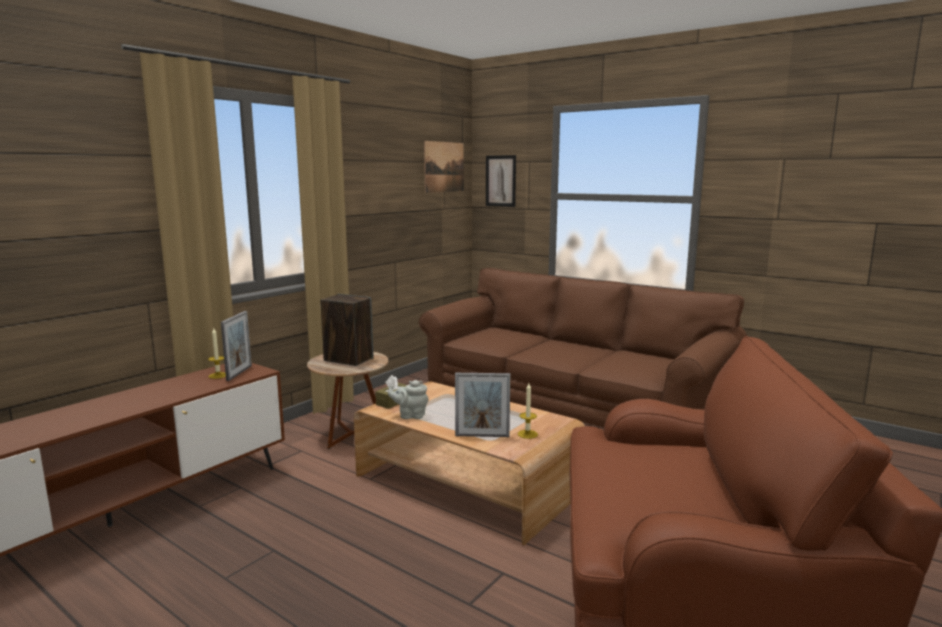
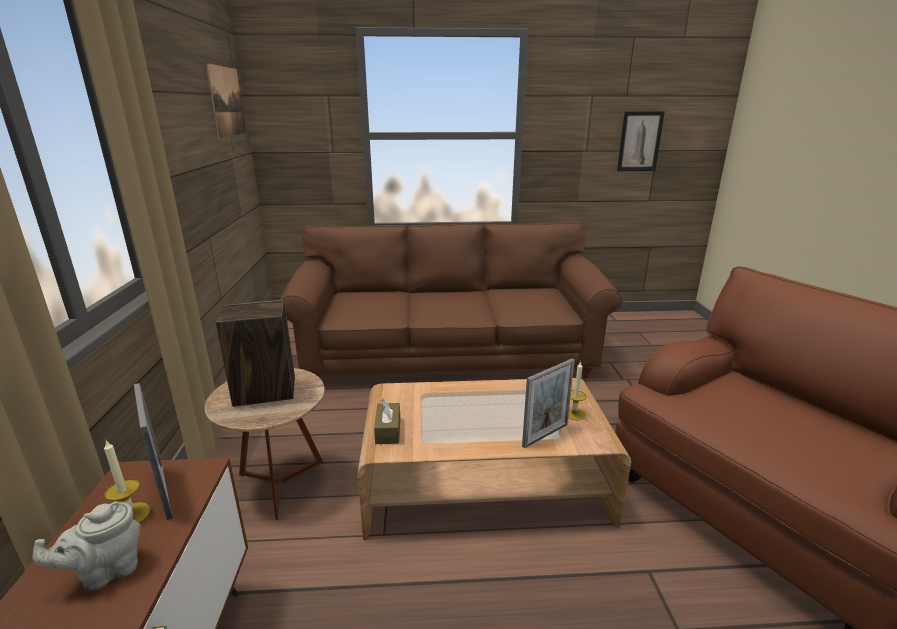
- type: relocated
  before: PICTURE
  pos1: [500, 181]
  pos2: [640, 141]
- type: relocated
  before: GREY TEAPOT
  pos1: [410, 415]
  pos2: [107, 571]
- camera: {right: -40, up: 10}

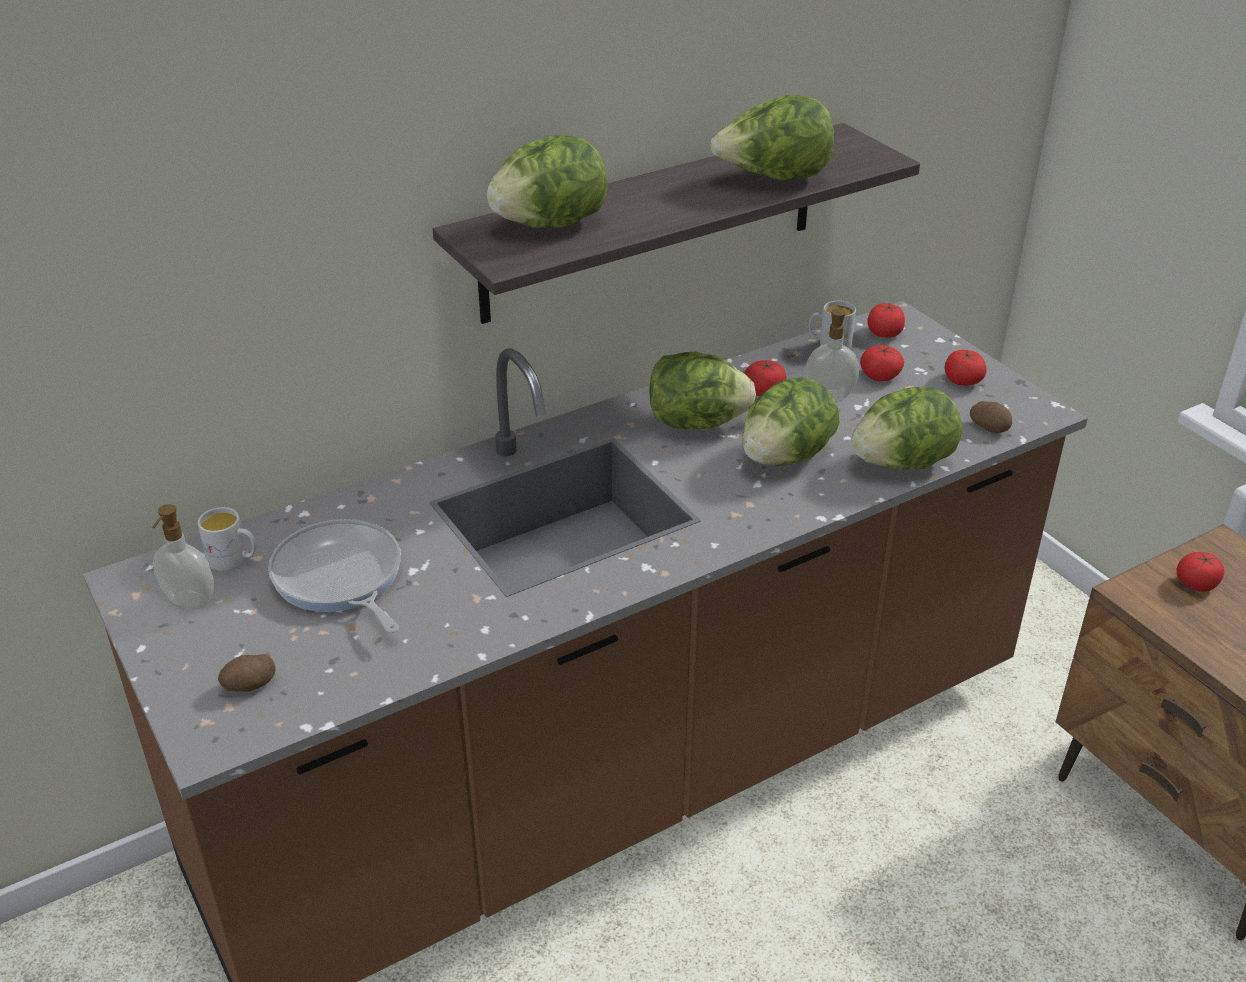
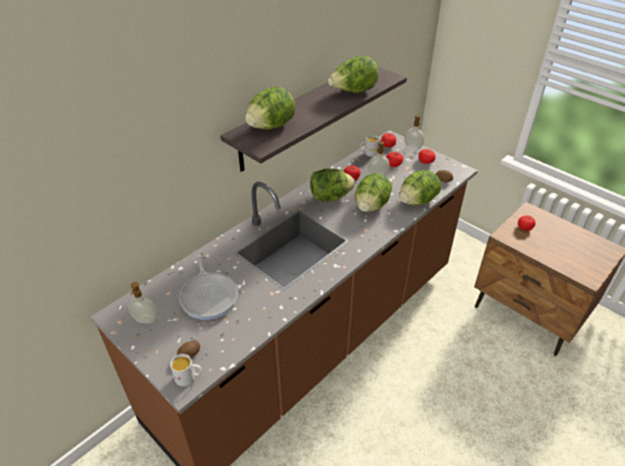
- type: relocated
  before: WHITE MUG
  pos1: [234, 560]
  pos2: [189, 377]
- type: spun
  before: FRYING PAN
  pos1: [340, 579]
  pos2: [209, 296]
  turn: -150
- type: appeared
  after: SOAP DISPENSER
  pos2: [412, 148]
- camera: {right: -15, up: 5}

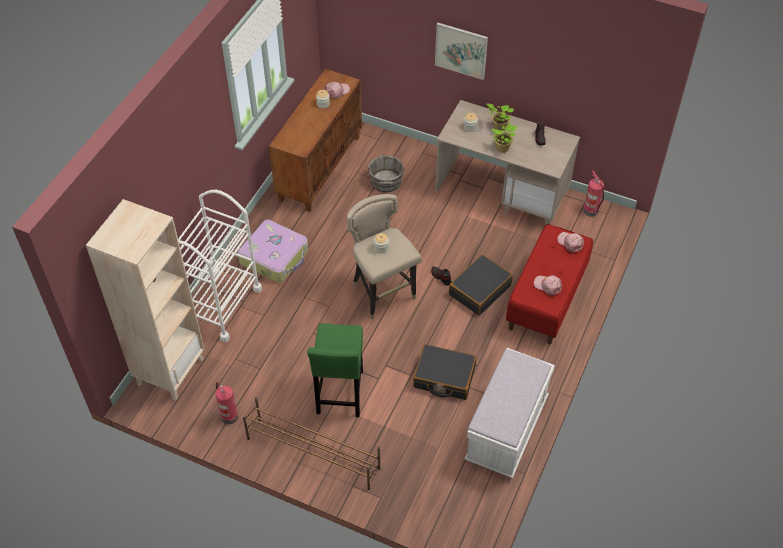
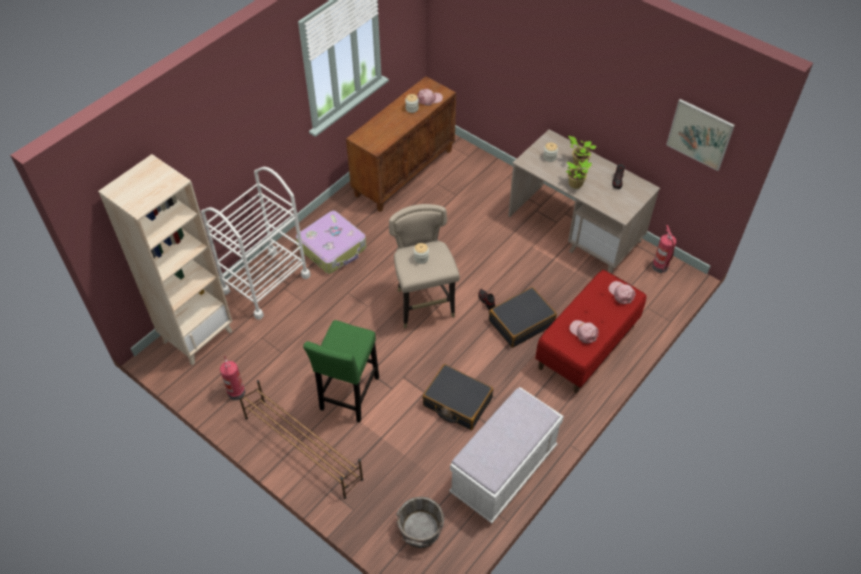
- type: relocated
  before: PICTURE
  pos1: [461, 50]
  pos2: [700, 134]
- type: relocated
  before: GREY BUCKET
  pos1: [386, 182]
  pos2: [420, 531]
- camera: {right: 15, up: 0}

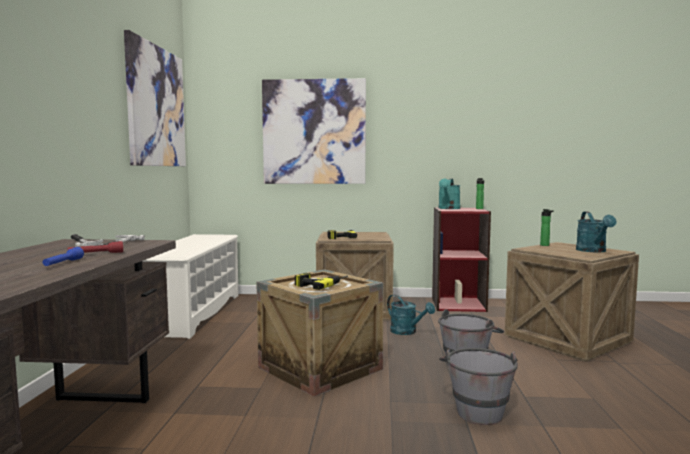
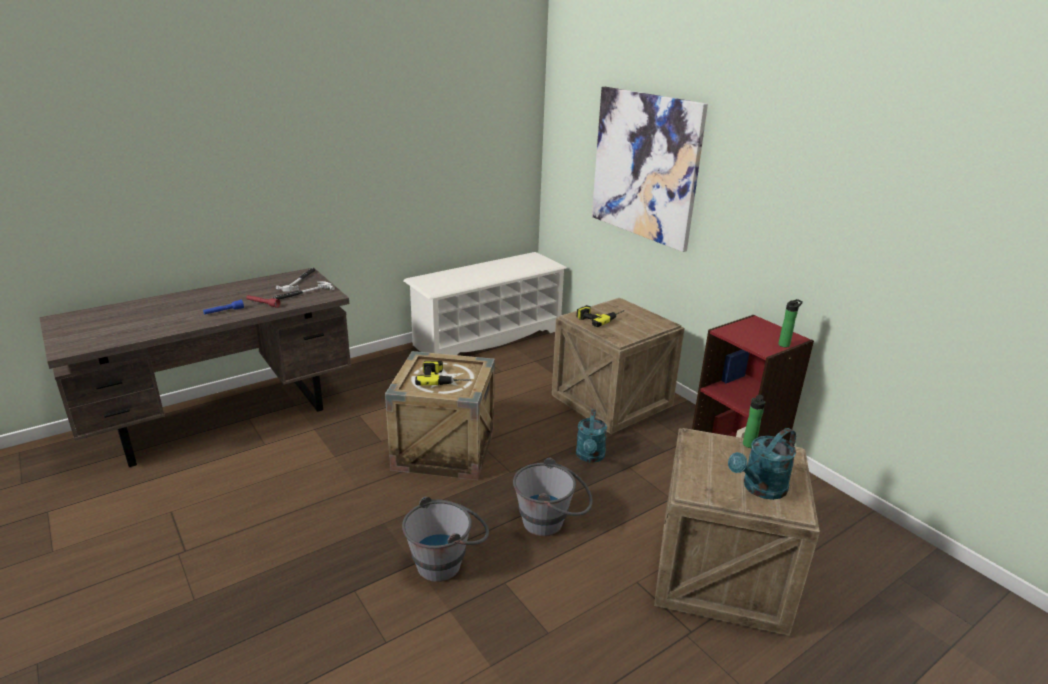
- type: missing
  before: PICTURE
  pos1: [156, 106]
- type: missing
  before: TURQUOISE WATERING CAN
  pos1: [448, 208]
- camera: {right: 50, up: 20}

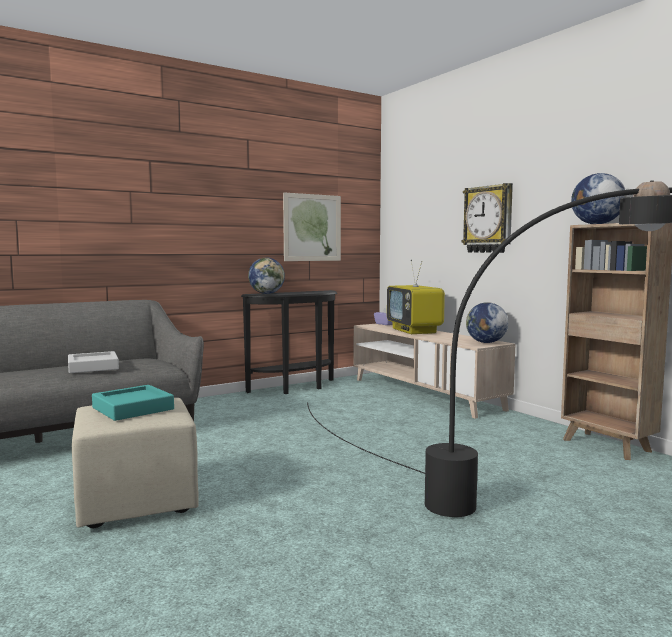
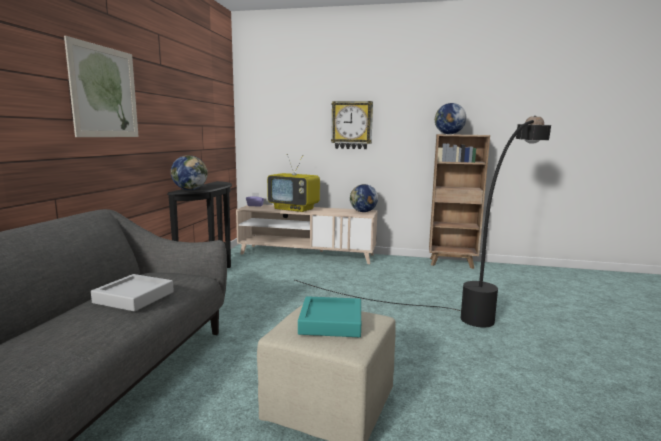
- type: relocated
  before: PICTURE
  pos1: [312, 227]
  pos2: [104, 92]
- camera: {right: -45, up: 5}

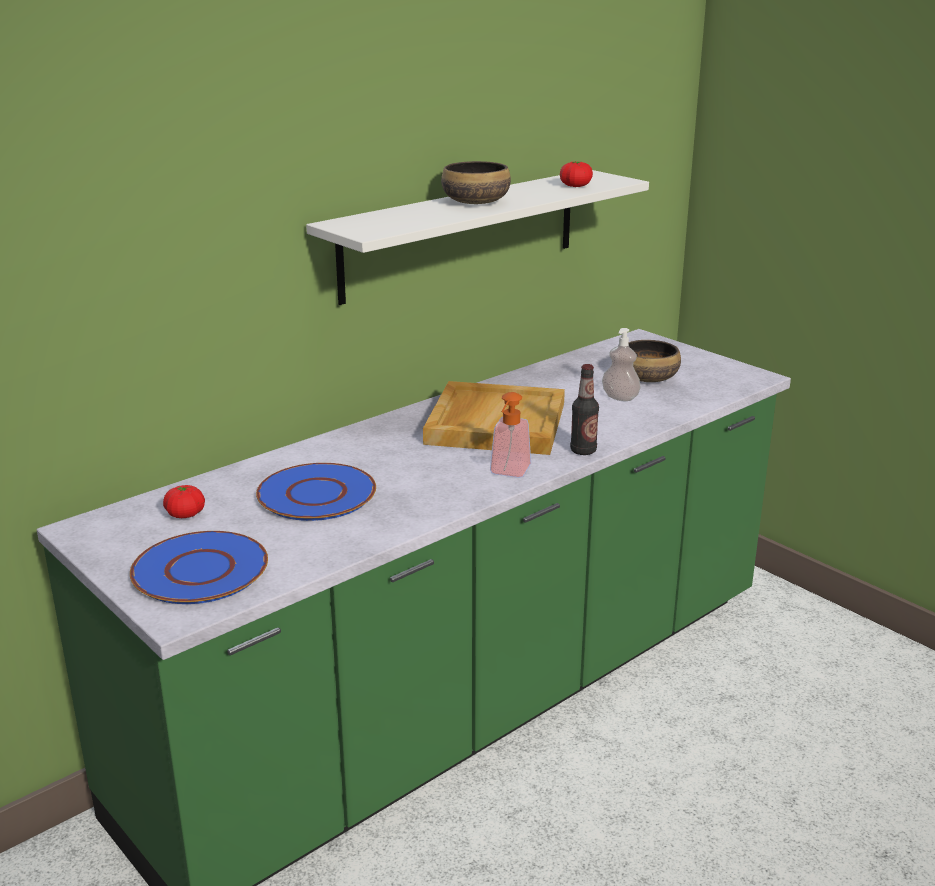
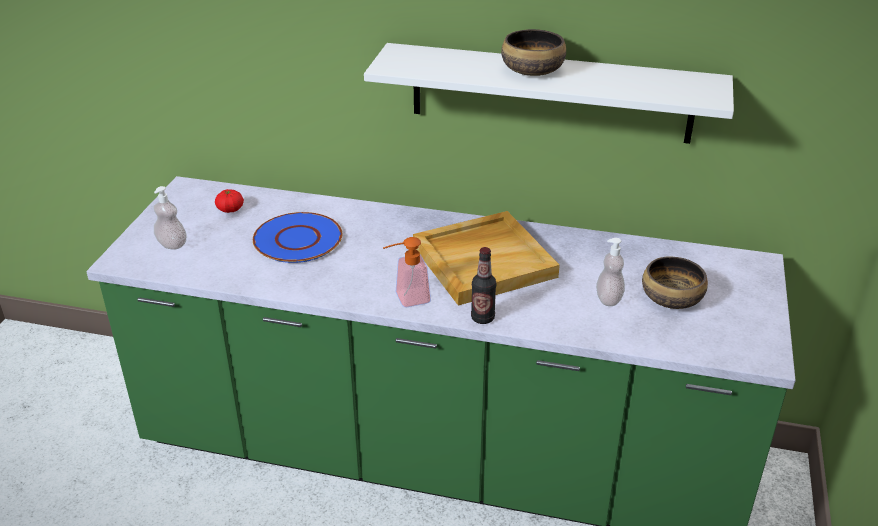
- type: missing
  before: TOMATO
  pos1: [575, 186]
- type: exchanged
  before: BLUE PLATE
  after: SOAP DISPENSER
  pos1: [200, 569]
  pos2: [172, 244]
- camera: {right: 55, up: 10}

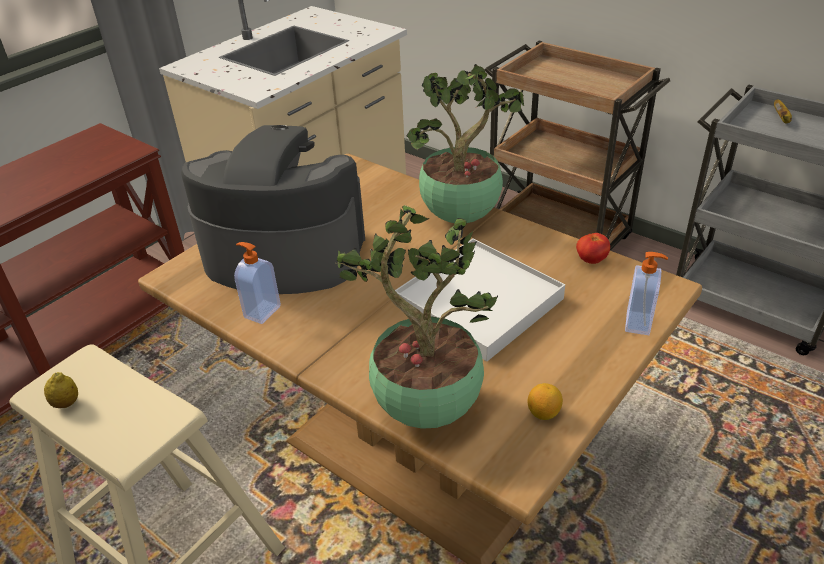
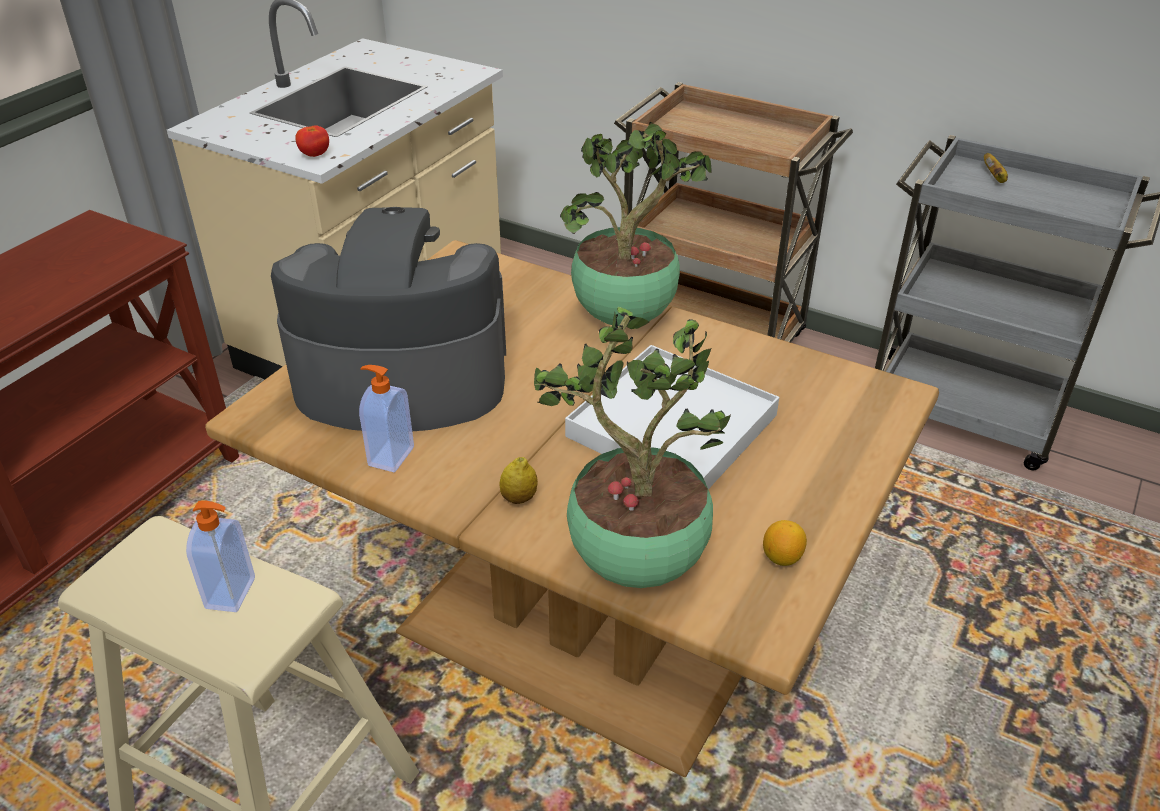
- type: relocated
  before: TOMATO
  pos1: [591, 260]
  pos2: [314, 155]
- type: relocated
  before: SOAP DISPENSER
  pos1: [639, 323]
  pos2: [232, 593]
- type: relocated
  before: LEMON
  pos1: [66, 403]
  pos2: [519, 498]
- camera: {right: -10, up: 0}

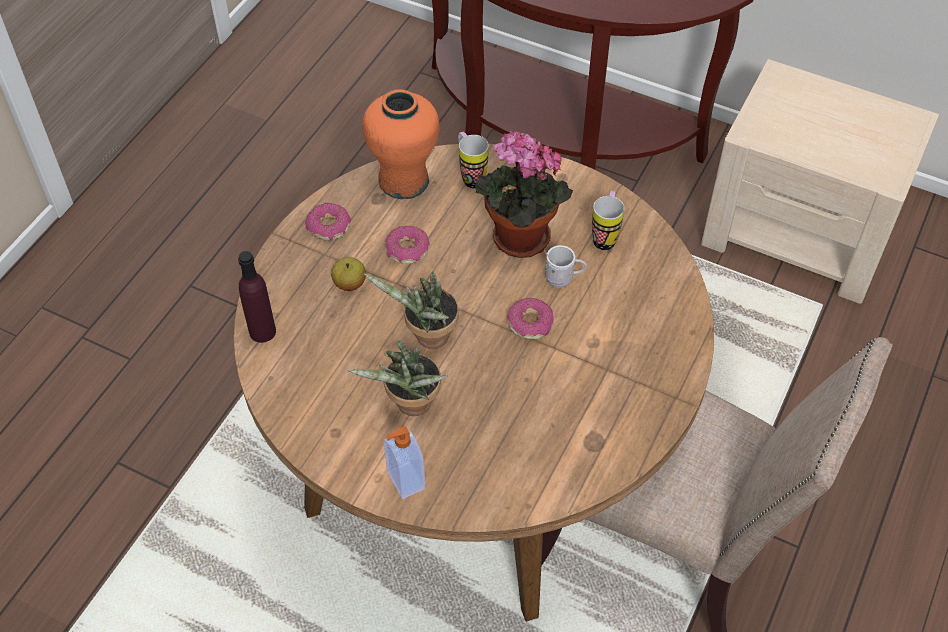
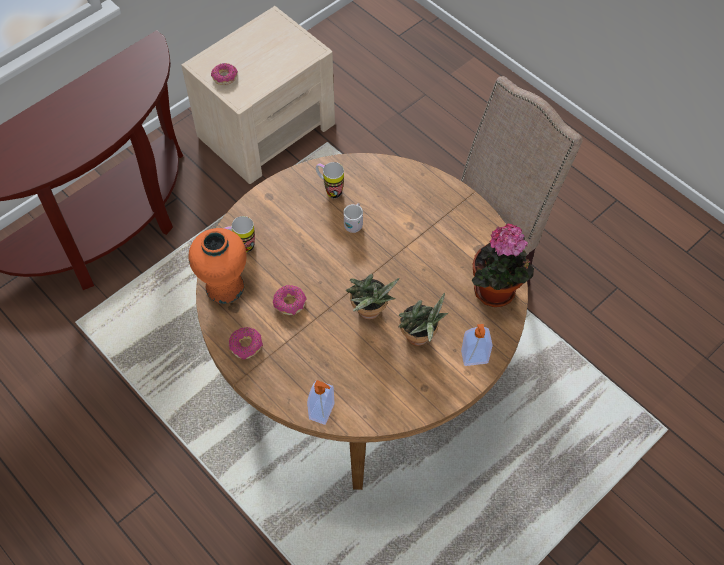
- type: relocated
  before: POTTED PLANT
  pos1: [517, 241]
  pos2: [496, 293]
- type: exchanged
  before: PURPLE BOTTLE
  after: SOAP DISPENSER
  pos1: [262, 331]
  pos2: [322, 412]
- type: missing
  before: APPLE
  pos1: [349, 283]
- type: relocated
  before: DONUT
  pos1: [530, 323]
  pos2: [224, 77]
- camera: {right: -70, up: 5}

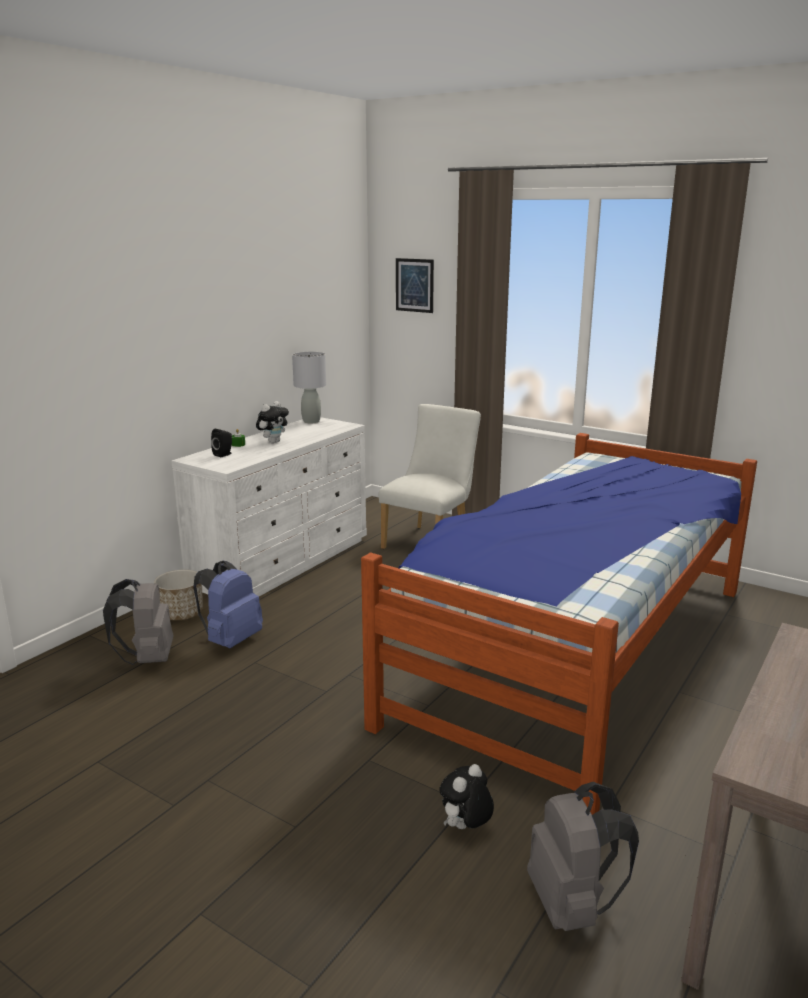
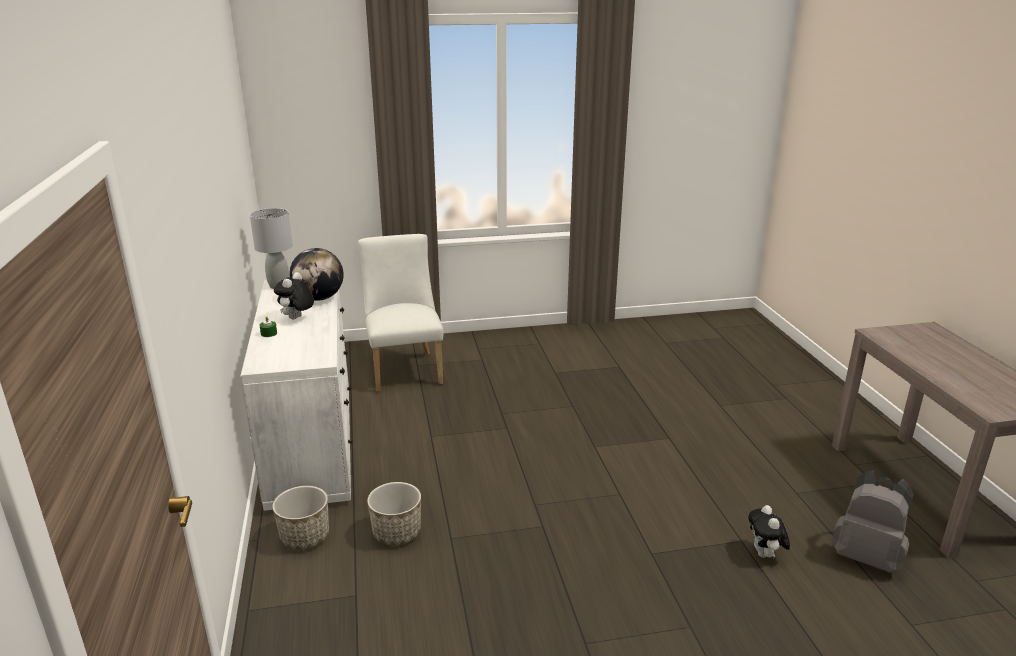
- type: missing
  before: PICTURE
  pos1: [414, 285]
- type: spun
  before: PLUSH TOY
  pos1: [273, 442]
  pos2: [296, 318]
  turn: -150
- type: missing
  before: BLACK SPEAKER
  pos1: [224, 454]
- type: missing
  before: BED
  pos1: [575, 650]
- type: exchanged
  before: BLUE BACKPACK
  after: PLANTER
  pos1: [231, 640]
  pos2: [397, 533]
- type: missing
  before: GREY BACKPACK
  pos1: [147, 658]
- type: appeared
  after: GLOBE
  pos2: [319, 298]
- camera: {right: -45, up: 5}

